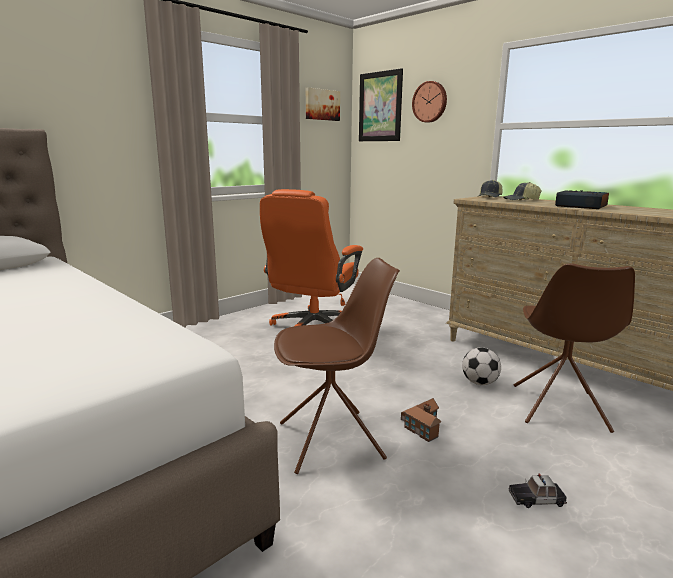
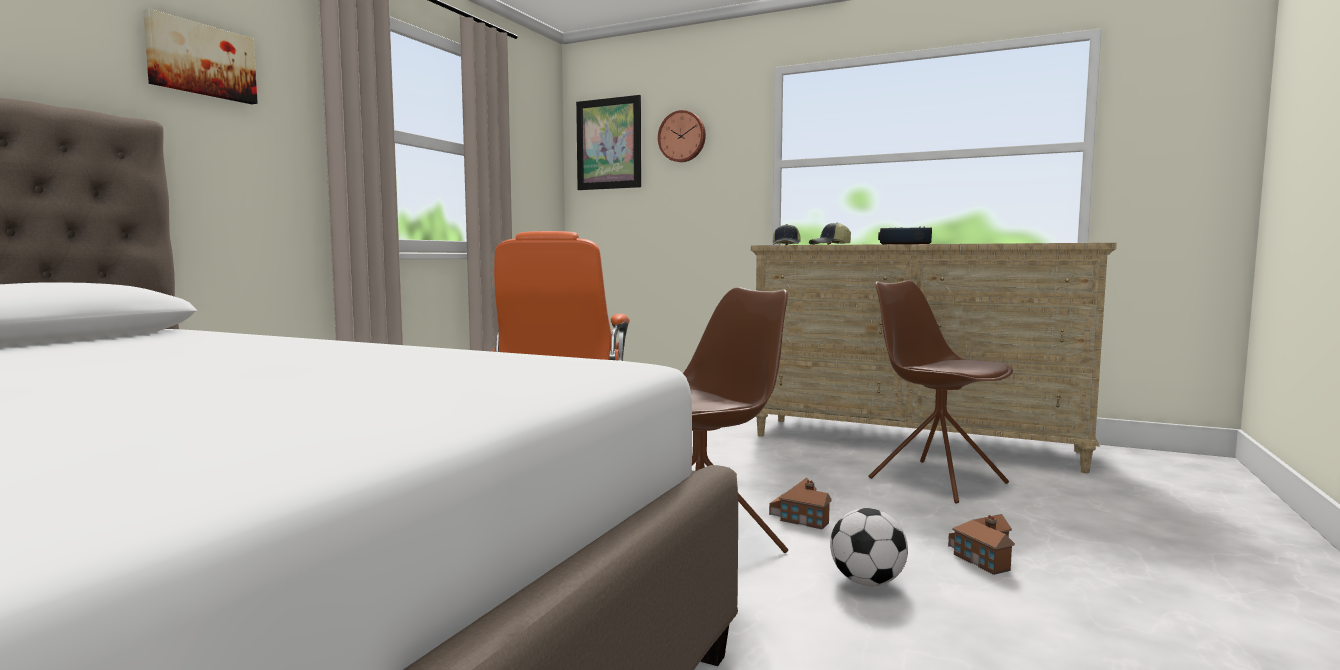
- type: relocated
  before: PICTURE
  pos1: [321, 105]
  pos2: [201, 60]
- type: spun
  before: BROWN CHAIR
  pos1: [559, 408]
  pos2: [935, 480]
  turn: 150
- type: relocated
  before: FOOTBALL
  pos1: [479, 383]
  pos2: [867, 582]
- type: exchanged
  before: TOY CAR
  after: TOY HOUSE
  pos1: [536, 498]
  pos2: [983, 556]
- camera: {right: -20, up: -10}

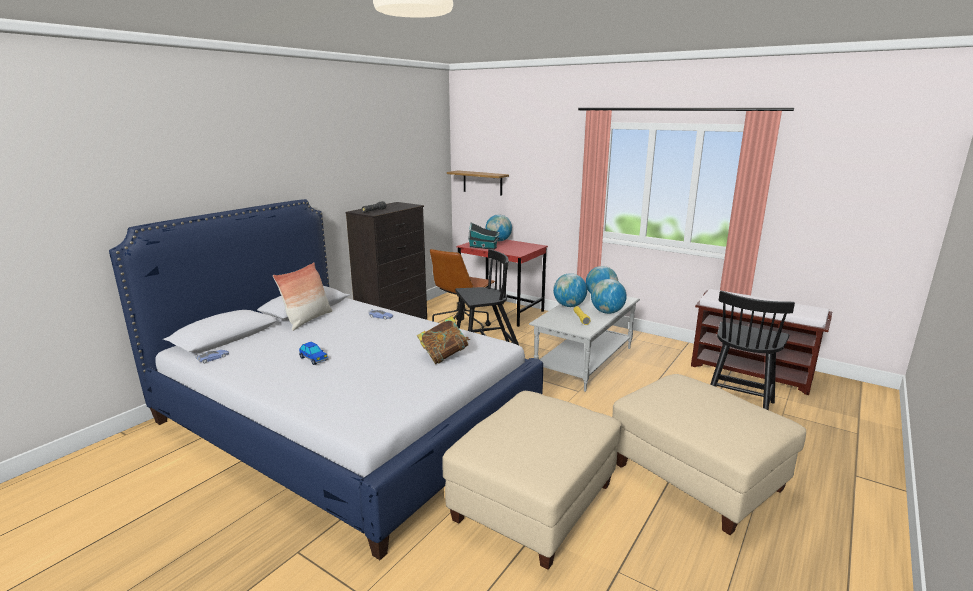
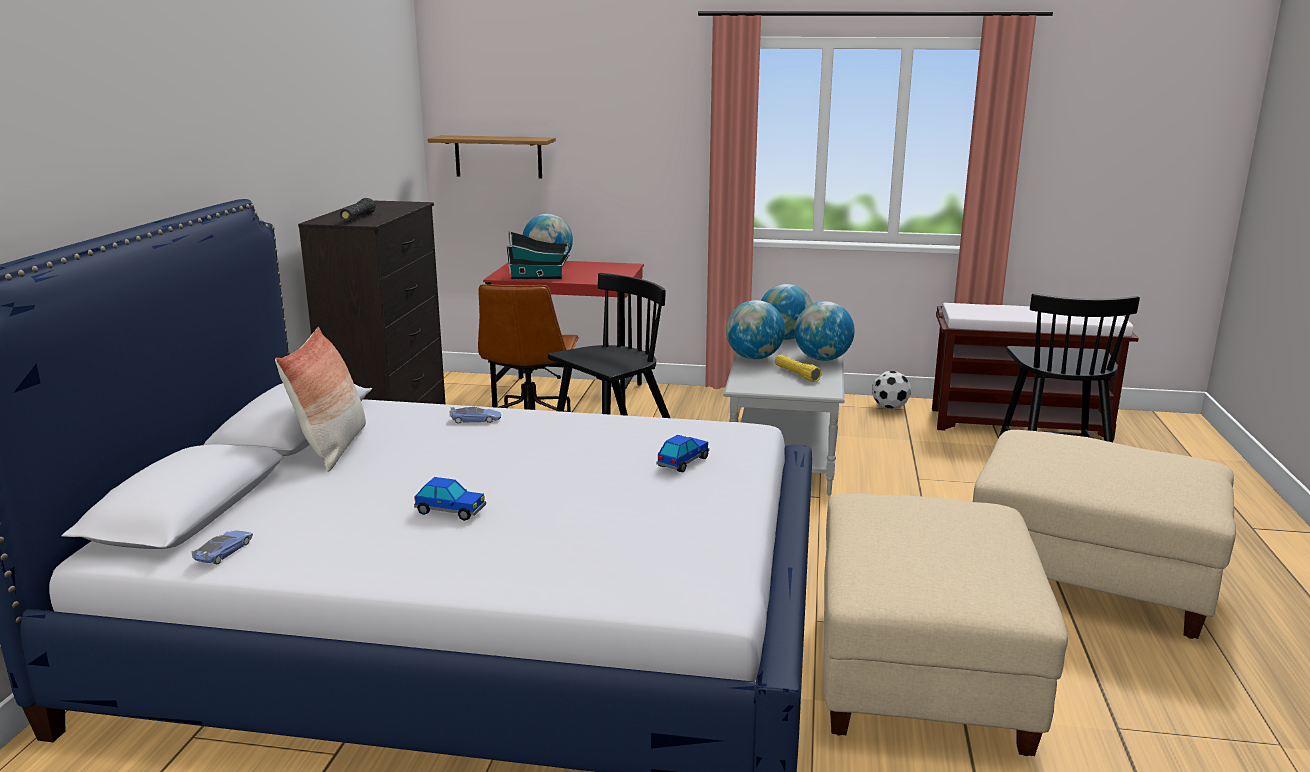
- type: exchanged
  before: BOOK
  after: TOY CAR
  pos1: [444, 356]
  pos2: [683, 462]
- type: appeared
  after: FOOTBALL
  pos2: [890, 407]
- camera: {right: -25, up: 0}

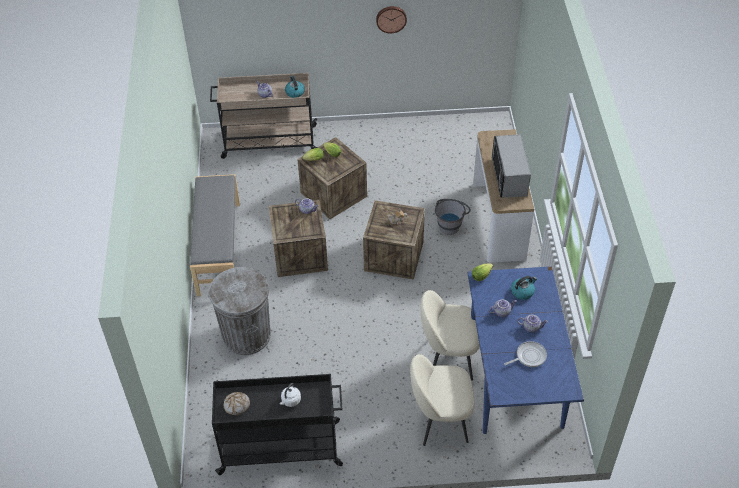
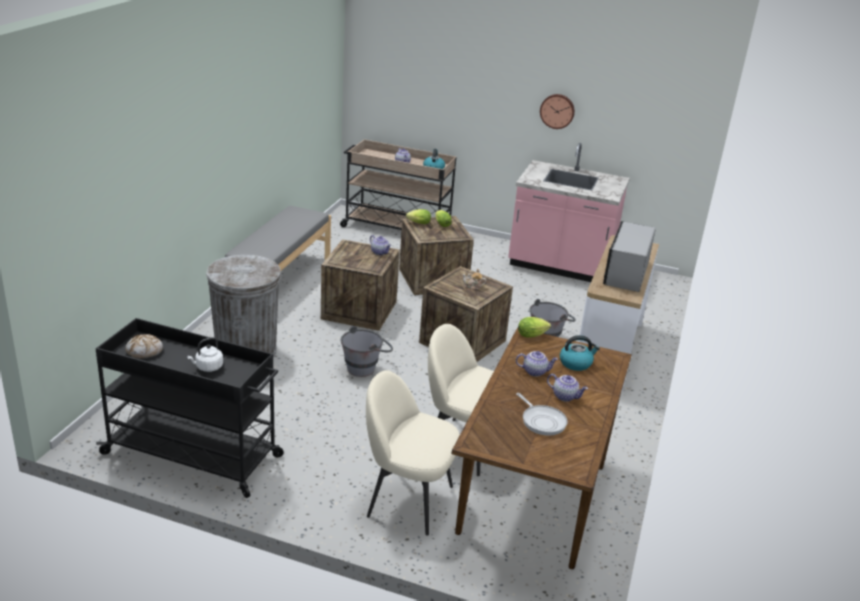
- type: colour
  before: BLUE DINING TABLE
  after: BROWN DINING TABLE
  pos1: [514, 382]
  pos2: [533, 496]
- type: spun
  before: FRYING PAN
  pos1: [529, 356]
  pos2: [542, 421]
  turn: 60
- type: appeared
  after: PINK COUNTER
  pos2: [560, 266]
- type: appeared
  after: GREY BUCKET
  pos2: [365, 367]
- camera: {right: 20, up: -20}

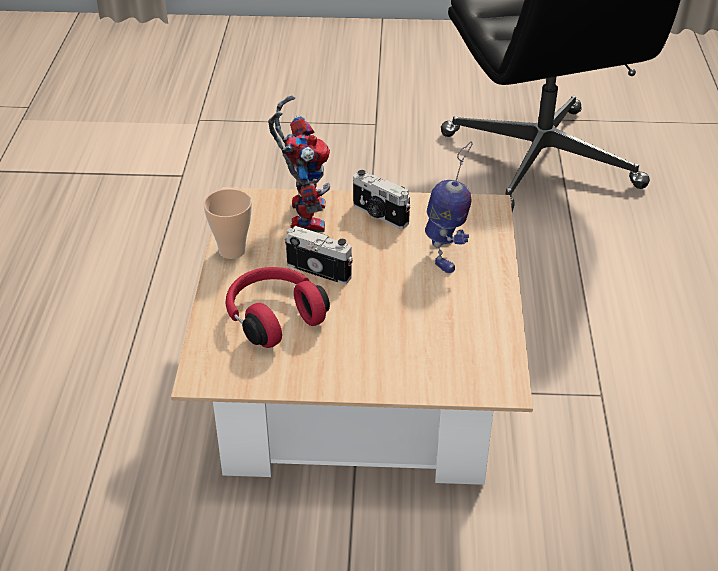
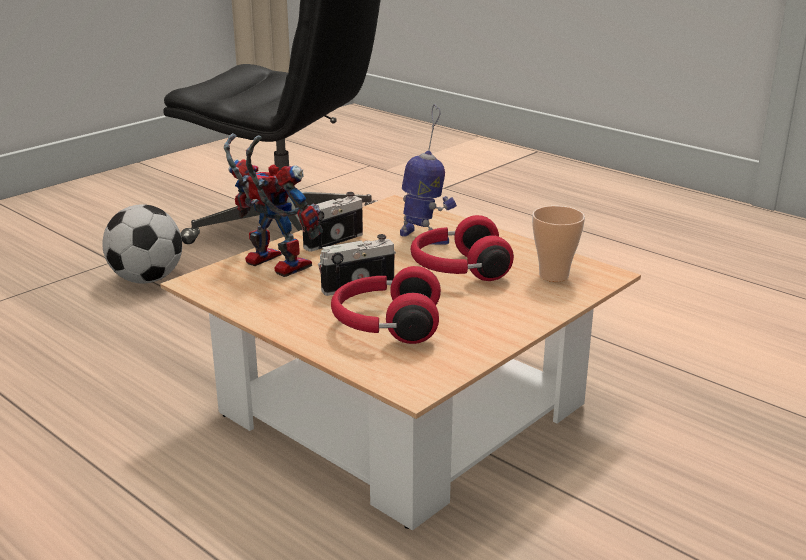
- type: spun
  before: PHOTO CAMERA
  pos1: [379, 215]
  pos2: [331, 240]
  turn: 150
- type: relocated
  before: CUP
  pos1: [232, 250]
  pos2: [553, 275]
- type: appeared
  after: FOOTBALL
  pos2: [146, 279]
- type: appeared
  after: RED HEADPHONES
  pos2: [458, 270]
- camera: {right: -50, up: -15}

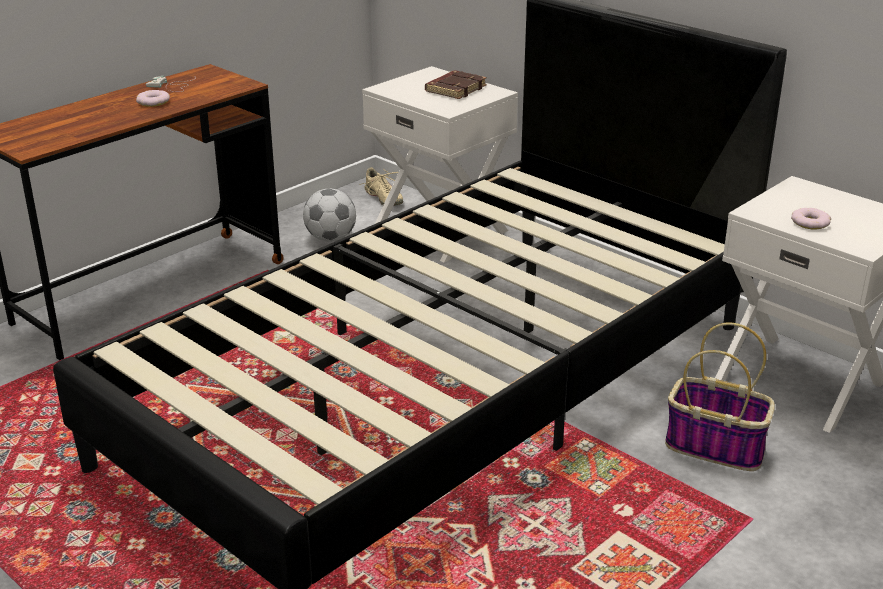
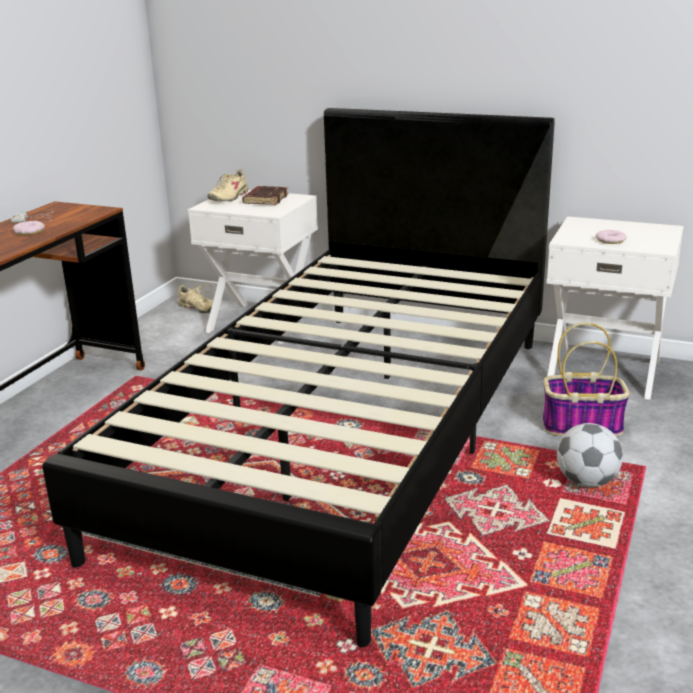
- type: relocated
  before: FOOTBALL
  pos1: [331, 238]
  pos2: [586, 482]
- type: appeared
  after: BEIGE SHOE
  pos2: [228, 197]
- camera: {right: -20, up: -5}

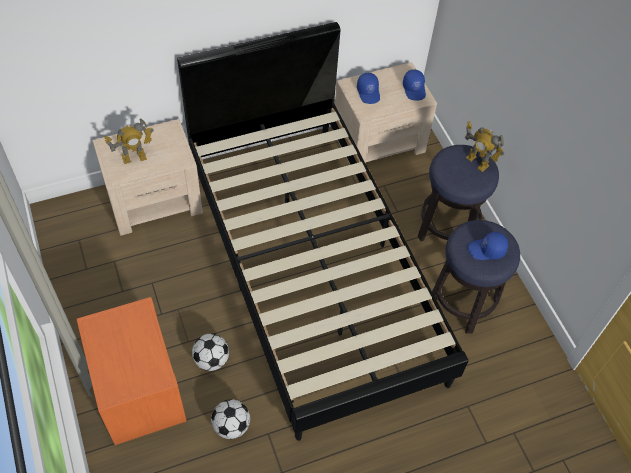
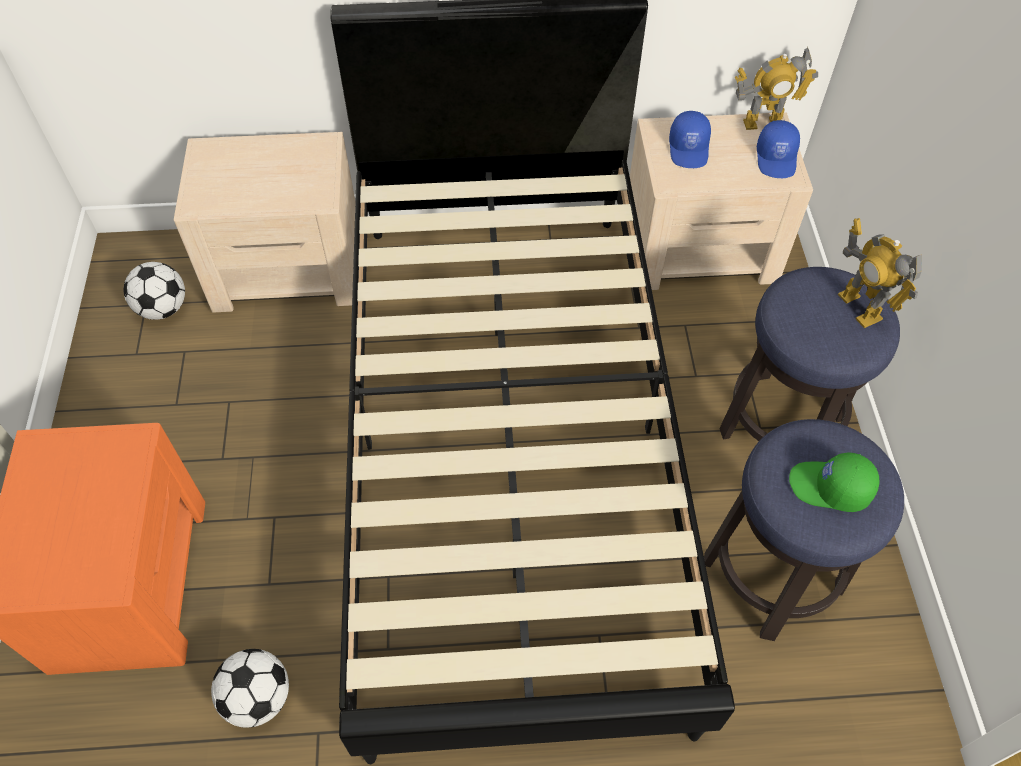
- type: relocated
  before: TOY ROBOT
  pos1: [134, 158]
  pos2: [763, 123]
- type: colour
  before: BLUE CAP
  after: GREEN CAP
  pos1: [486, 250]
  pos2: [830, 488]
- type: relocated
  before: FOOTBALL
  pos1: [211, 360]
  pos2: [163, 308]
- camera: {right: 20, up: 0}

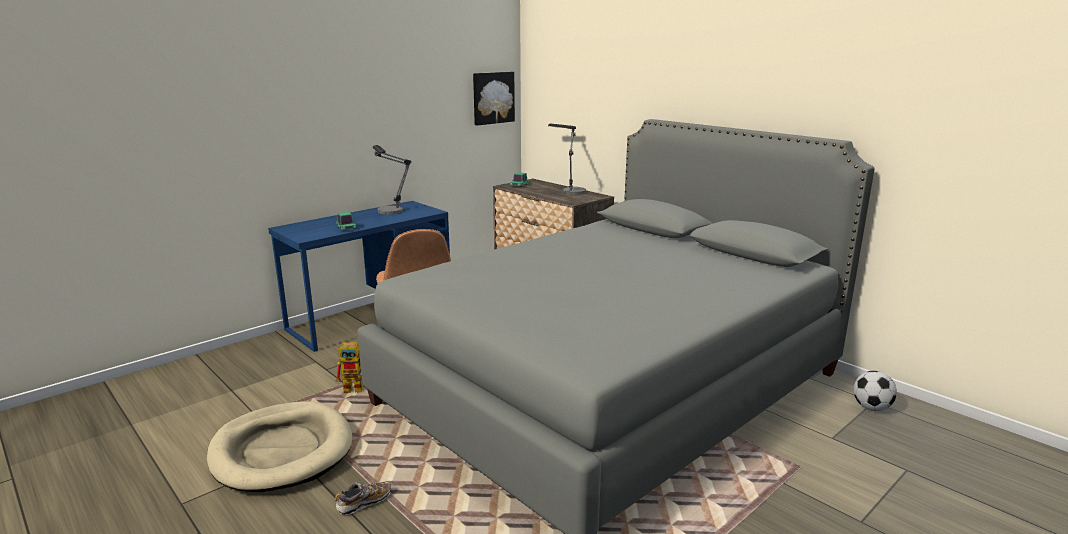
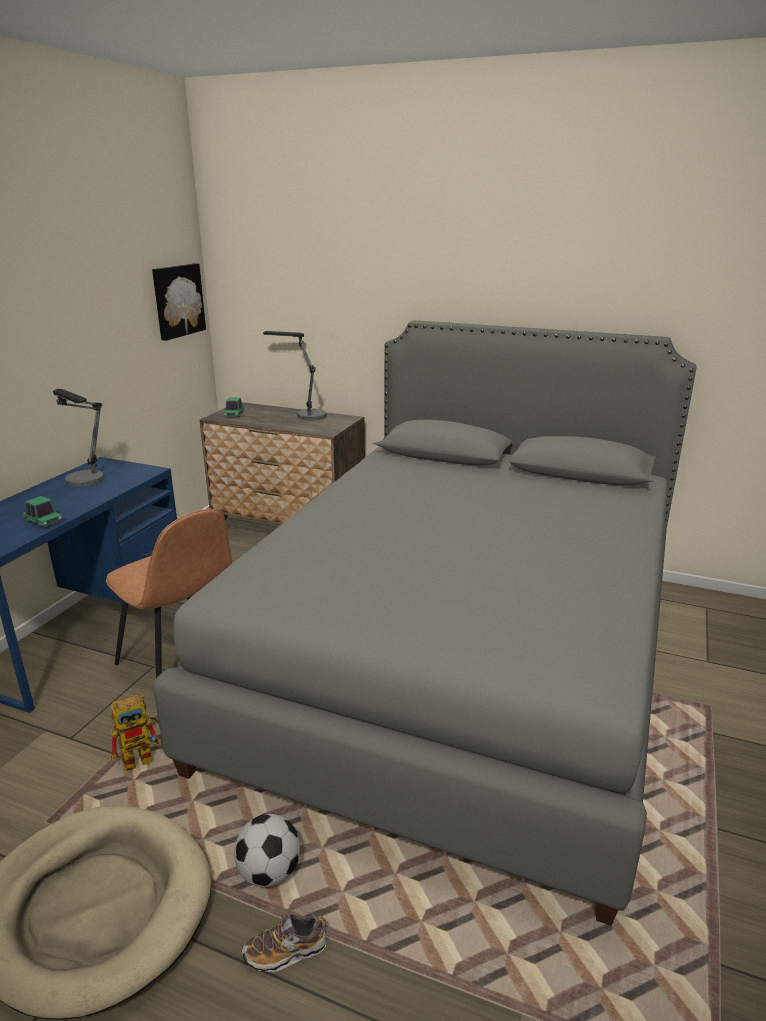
- type: relocated
  before: FOOTBALL
  pos1: [871, 408]
  pos2: [269, 873]
- type: spun
  before: SHOE
  pos1: [364, 503]
  pos2: [285, 951]
  turn: -135
- camera: {right: -25, up: 5}

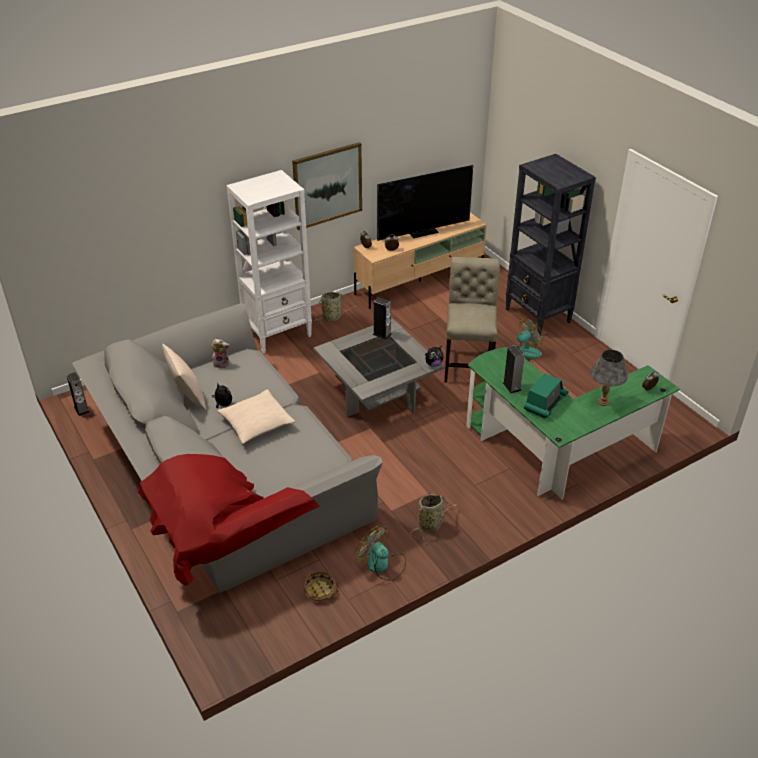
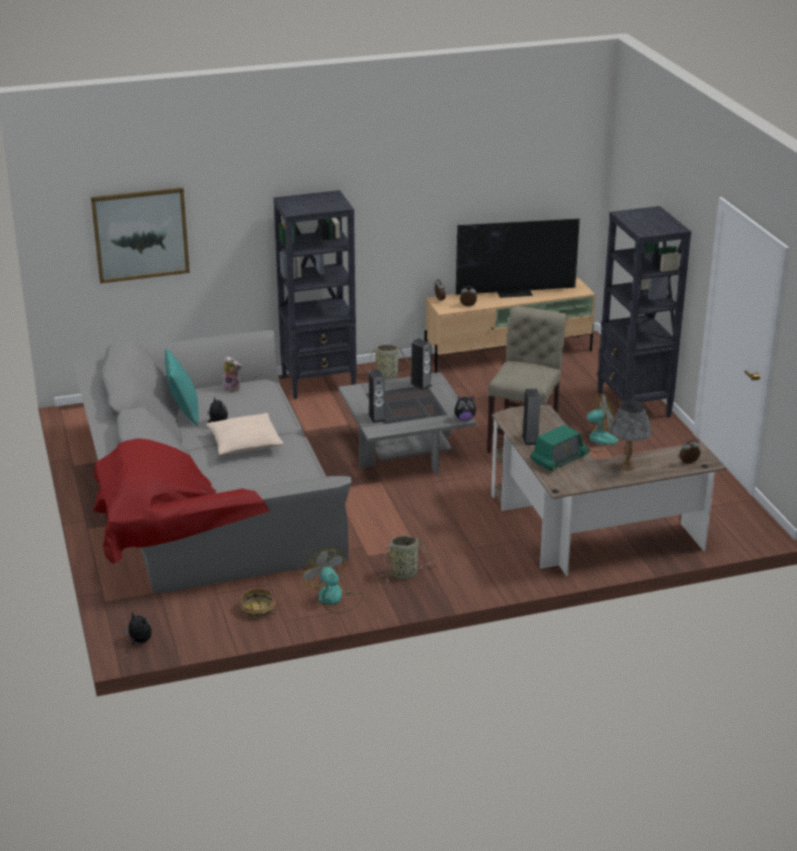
- type: relocated
  before: PICTURE
  pos1: [327, 185]
  pos2: [140, 234]
- type: colour
  before: WHITE BOOKCASE
  after: BLACK BOOKCASE
  pos1: [278, 334]
  pos2: [319, 383]
- type: colour
  before: BEIGE PILLOW
  after: TURQUOISE PILLOW
  pos1: [188, 397]
  pos2: [184, 412]
- type: colour
  before: GREEN DESK
  after: BROWN DESK
  pos1: [555, 452]
  pos2: [582, 533]
- type: relocated
  before: SPEAKER
  pos1: [81, 409]
  pos2: [377, 417]
- type: appeared
  after: PLUSH TOY
  pos2: [139, 641]
- camera: {right: 15, up: -10}

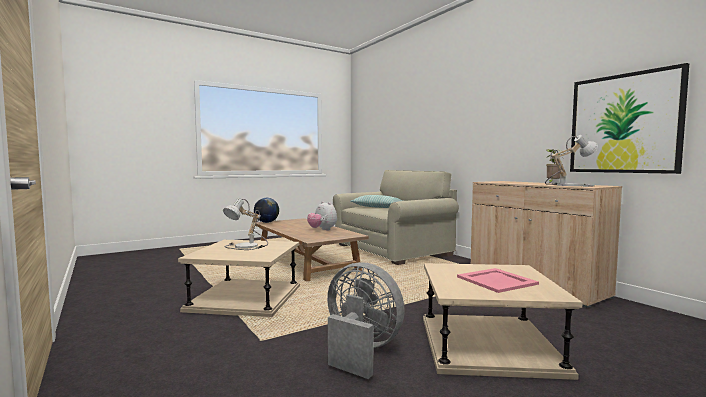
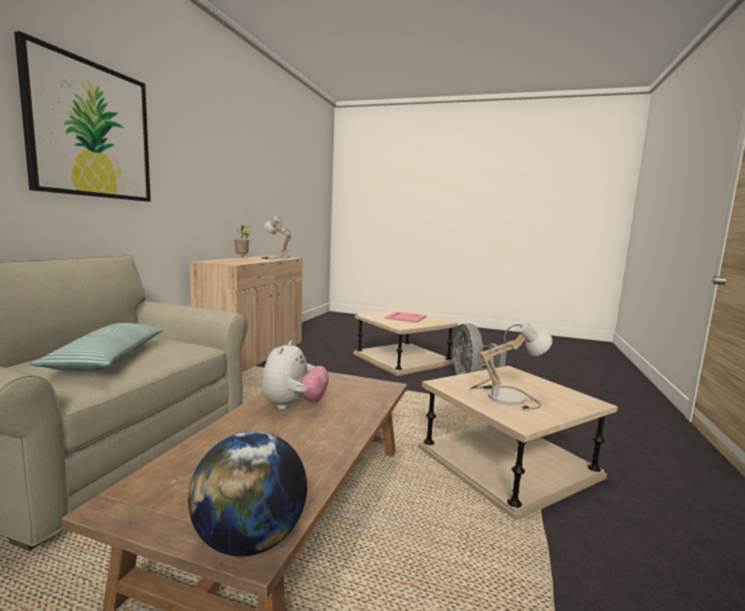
- type: relocated
  before: PICTURE
  pos1: [624, 123]
  pos2: [91, 130]
- camera: {right: -130, up: 5}

